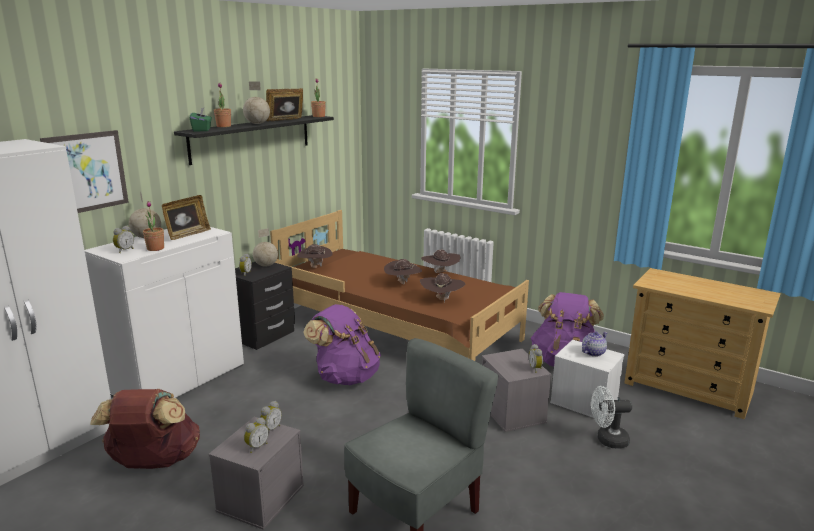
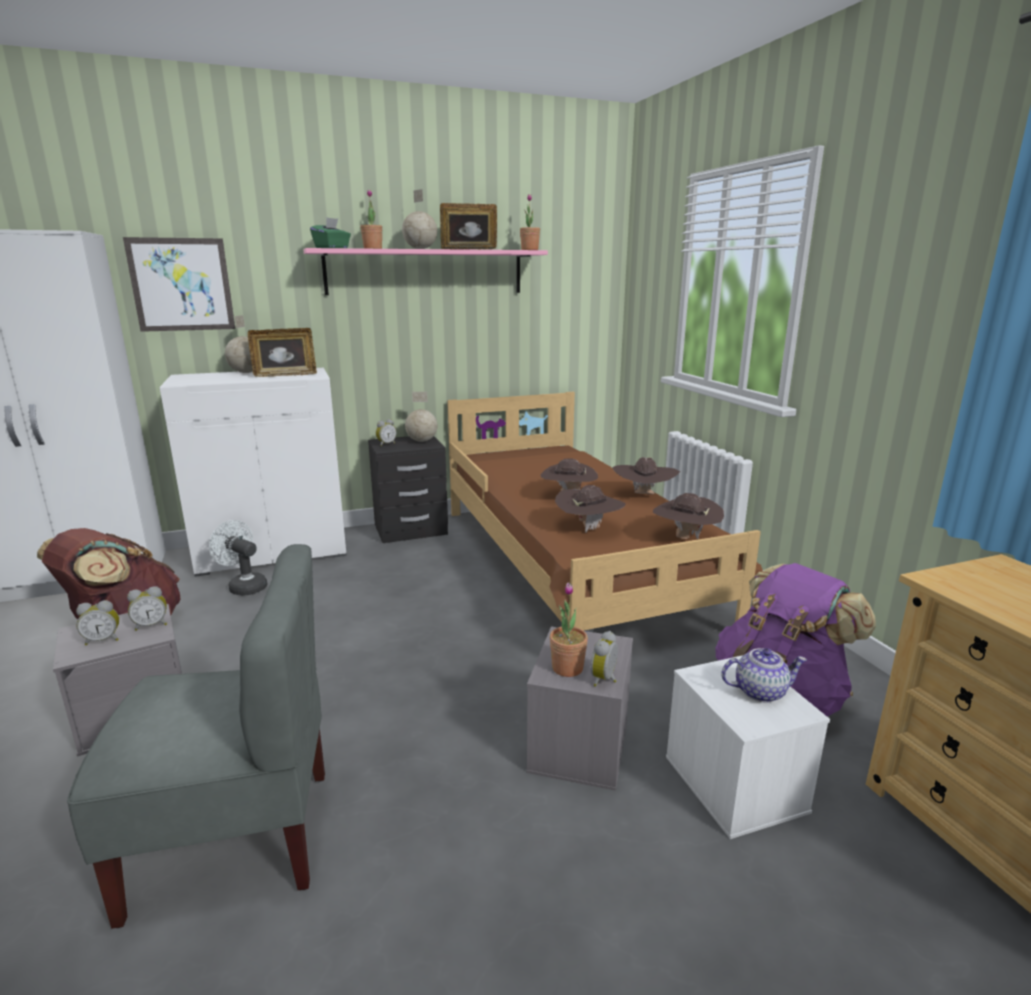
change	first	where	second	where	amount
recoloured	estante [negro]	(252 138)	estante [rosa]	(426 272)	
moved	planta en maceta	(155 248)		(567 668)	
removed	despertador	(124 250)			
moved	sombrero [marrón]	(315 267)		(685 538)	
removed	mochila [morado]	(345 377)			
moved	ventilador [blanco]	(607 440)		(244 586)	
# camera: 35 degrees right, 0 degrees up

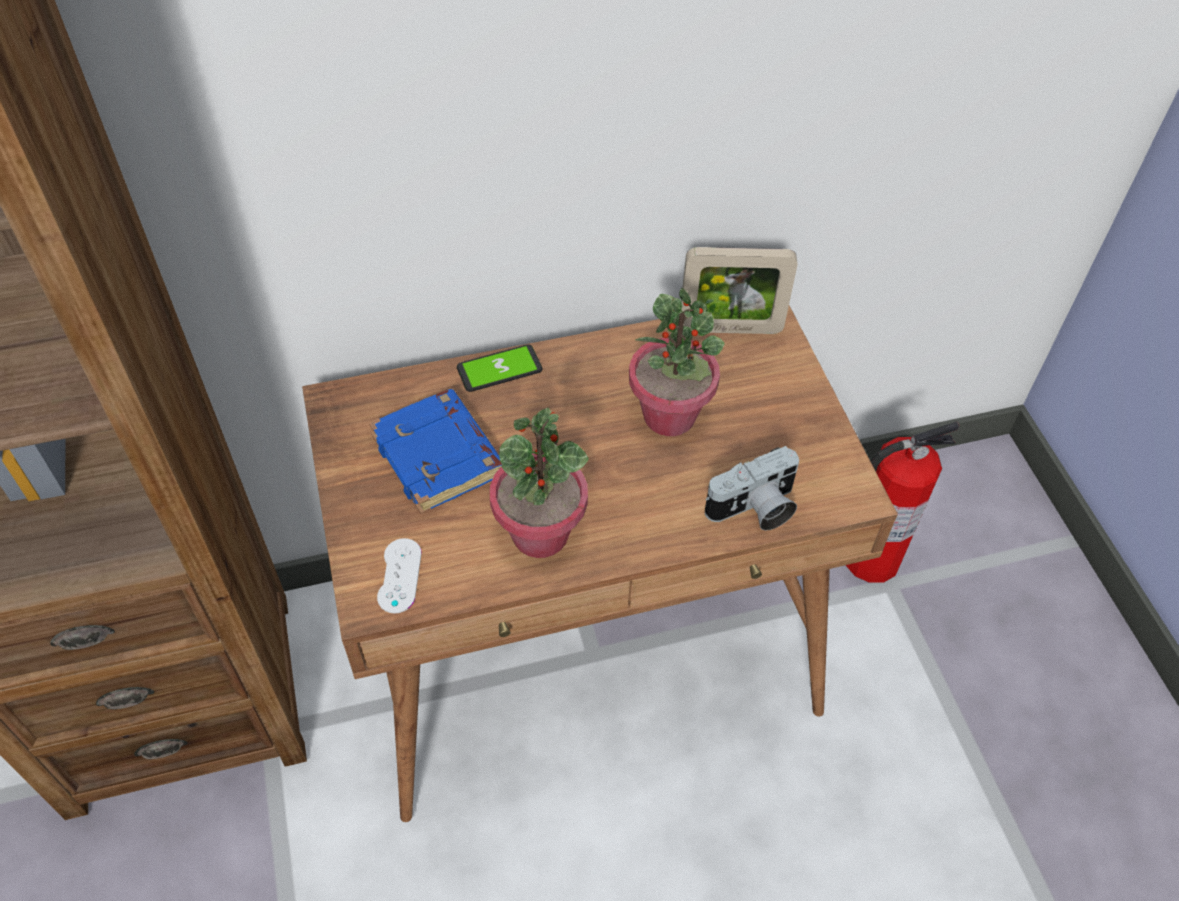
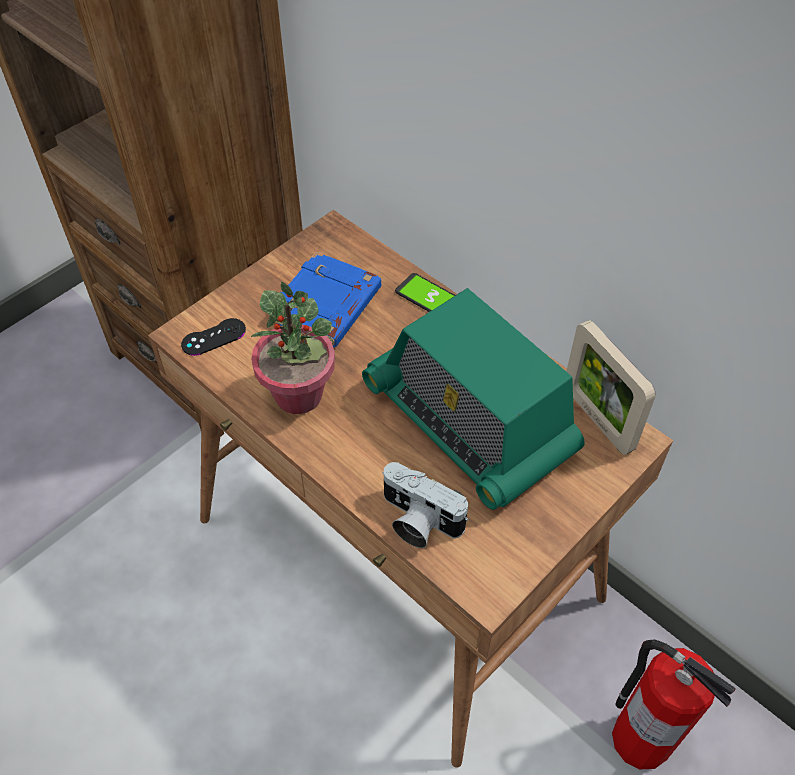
change	first	where	second	where	amount
replaced	planta en maceta	(670 416)	radio	(469 421)	
recoloured	mando de consola [blanco]	(399 575)	mando de consola [negro]	(213 337)	
# camera: 60 degrees right, 0 degrees up

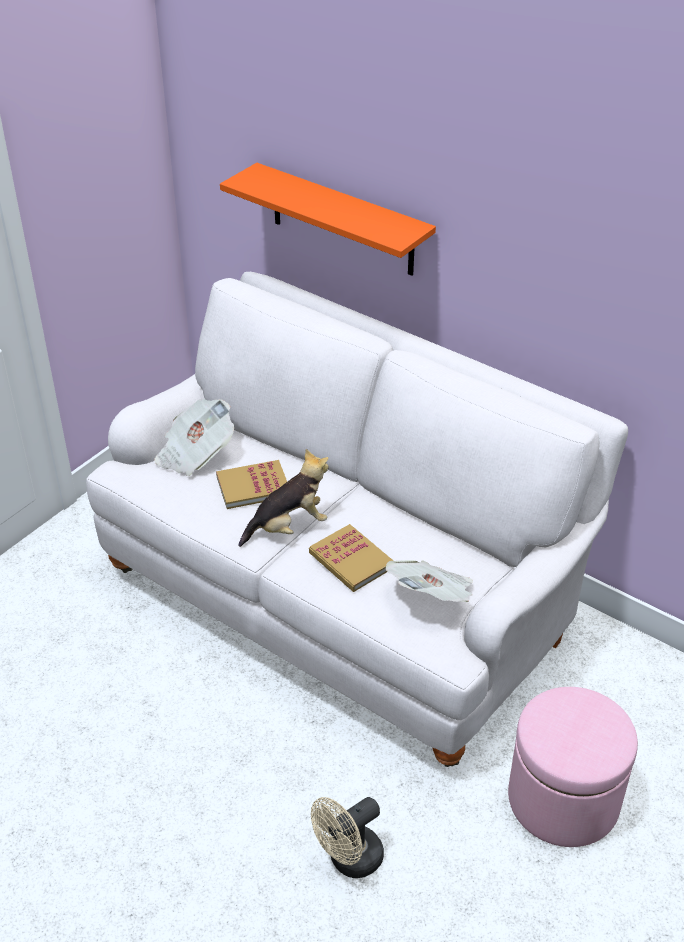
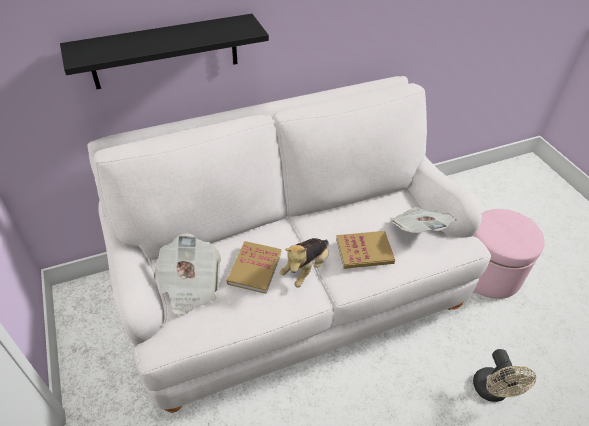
change	first	where	second	where	amount
recoloured	estante [naranja]	(342 220)	estante [negro]	(165 52)	
turned	peluche	(288 527)		(306 268)	150 degrees counterclockwise
# camera: 60 degrees left, 5 degrees up

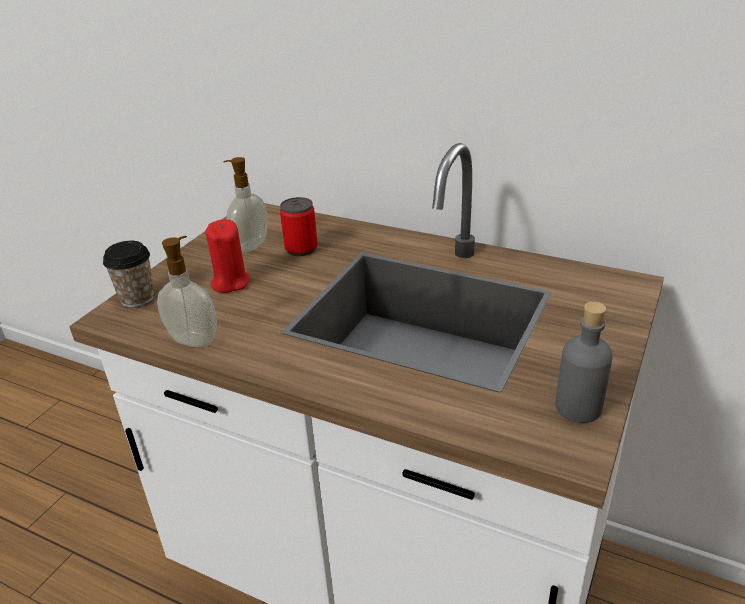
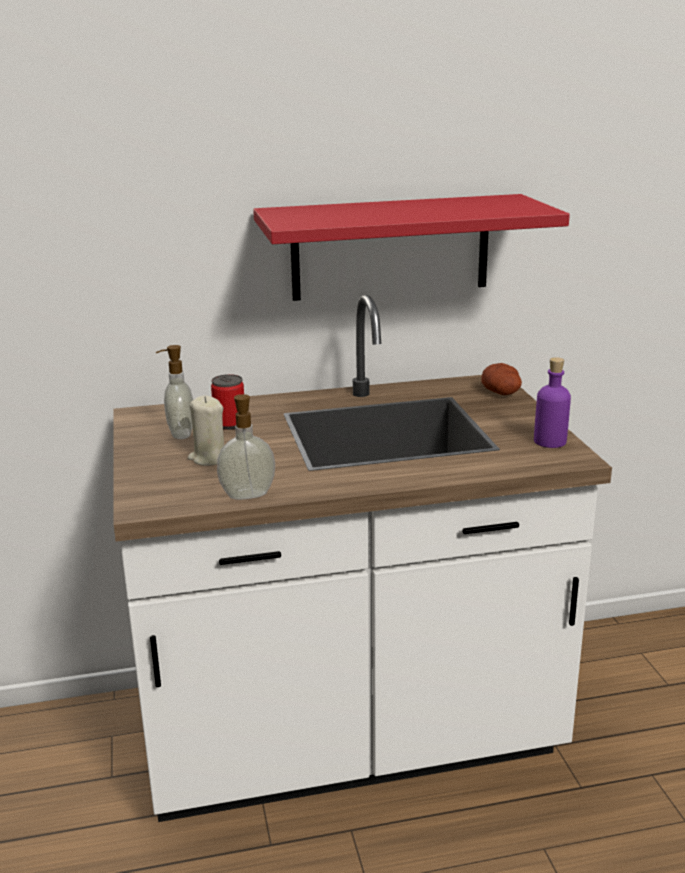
change	first	where	second	where	amount
recoloured	vela [rojo]	(230 282)	vela [beis]	(209 458)	
removed	taza	(137 298)			
recoloured	botella [gris]	(578 407)	botella [morado]	(550 441)	
added			estante [rojo]	(390 247)	
added			patata	(502 393)	
# camera: 40 degrees left, 10 degrees down

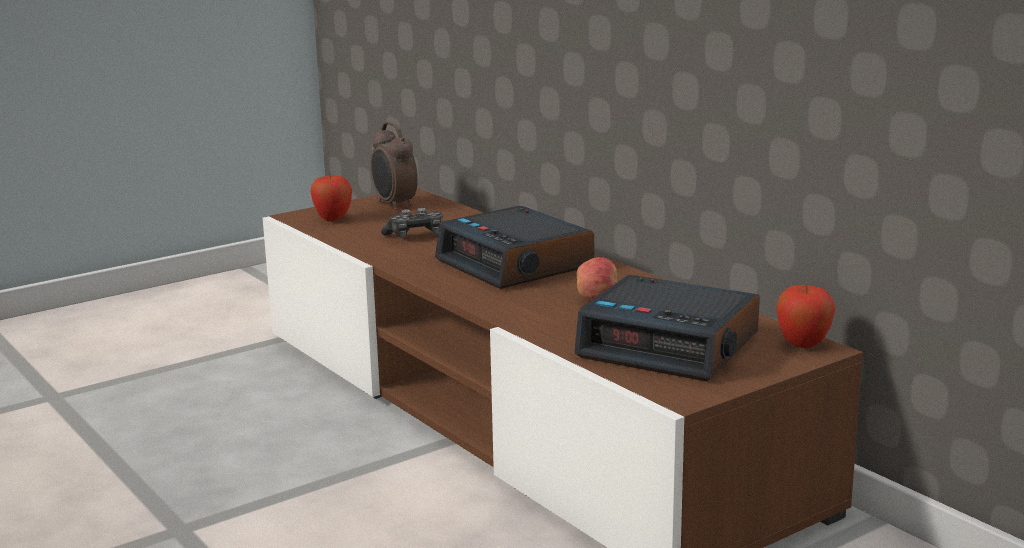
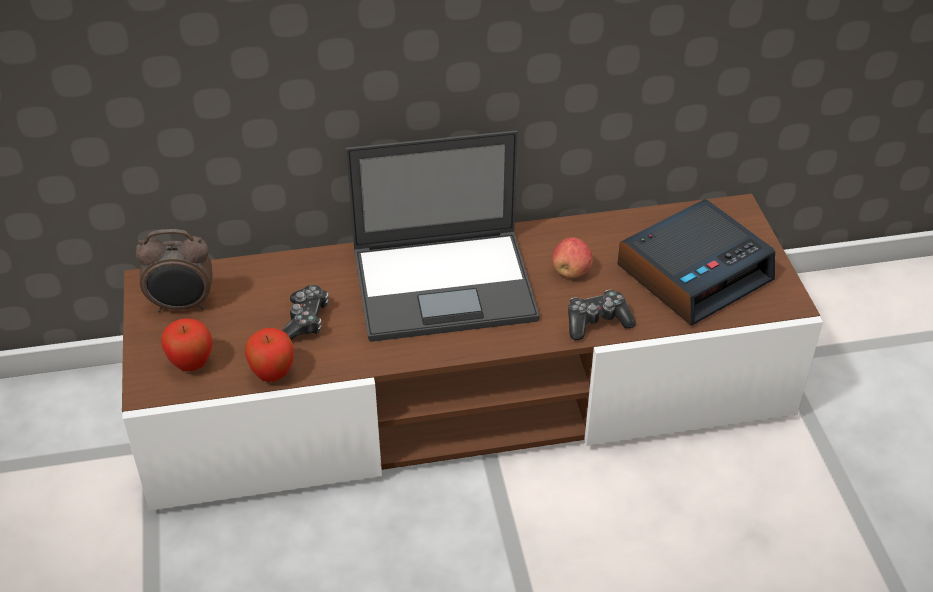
change	first	where	second	where	amount
replaced	despertador	(516 264)	portátil	(446 284)	
moved	manzana	(803 345)		(273 374)	
added			mando de consola	(597 322)	
# camera: 65 degrees left, 25 degrees up

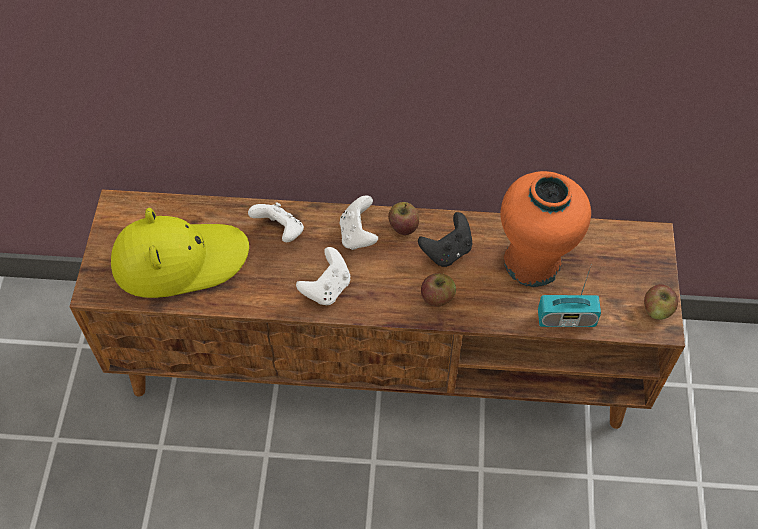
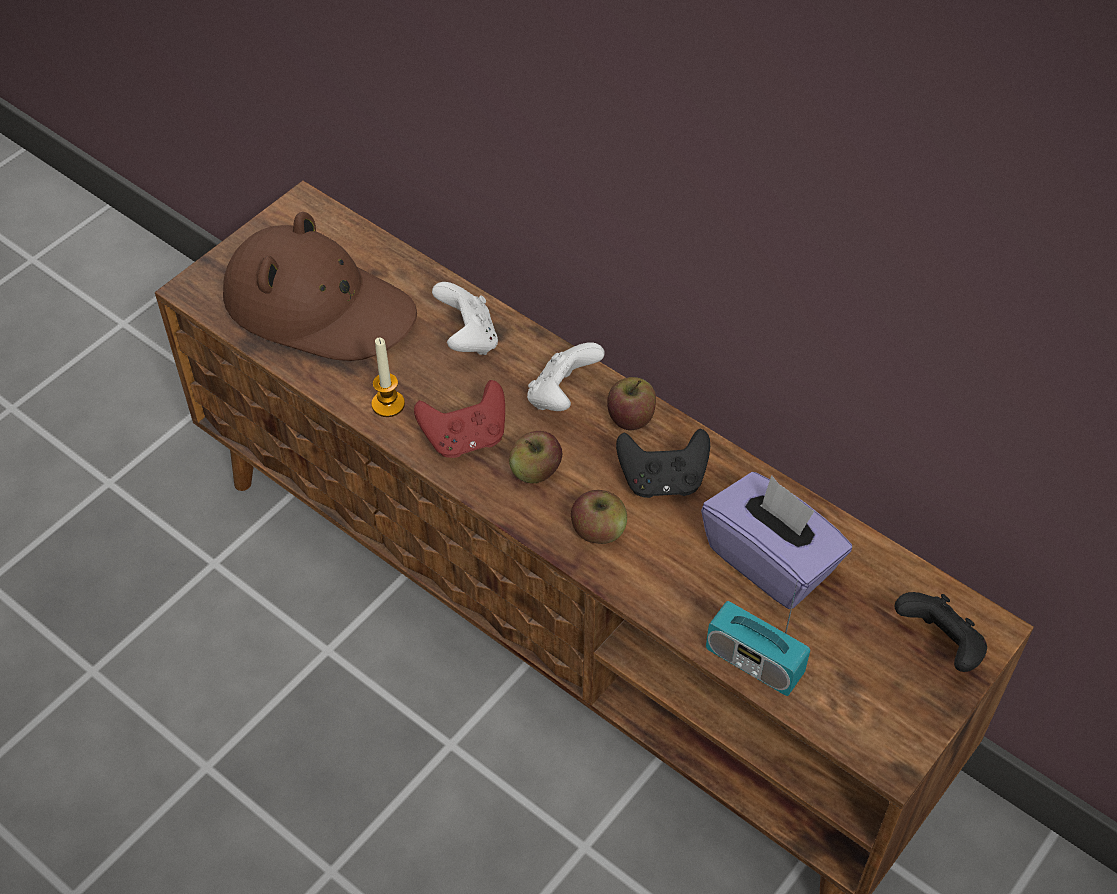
change	first	where	second	where	amount
replaced	florero [naranja]	(532 262)	caja de pañuelos [morado]	(771 560)	
recoloured	sombrero [amarillo]	(179 260)	sombrero [marrón]	(319 307)	
recoloured	mando de consola [blanco]	(327 288)	mando de consola [rojo]	(465 438)	
moved	manzana	(657 309)		(536 471)	
added			vela	(388 404)	
added			mando de consola [negro]	(939 645)	
# camera: 35 degrees right, 5 degrees down

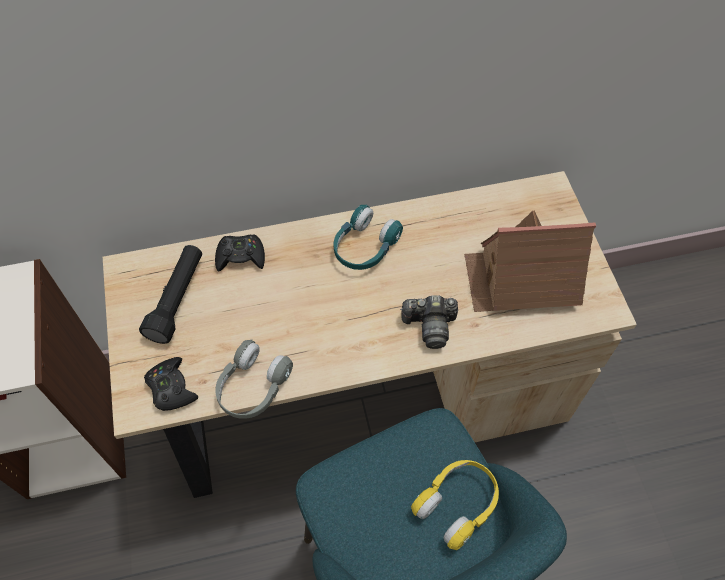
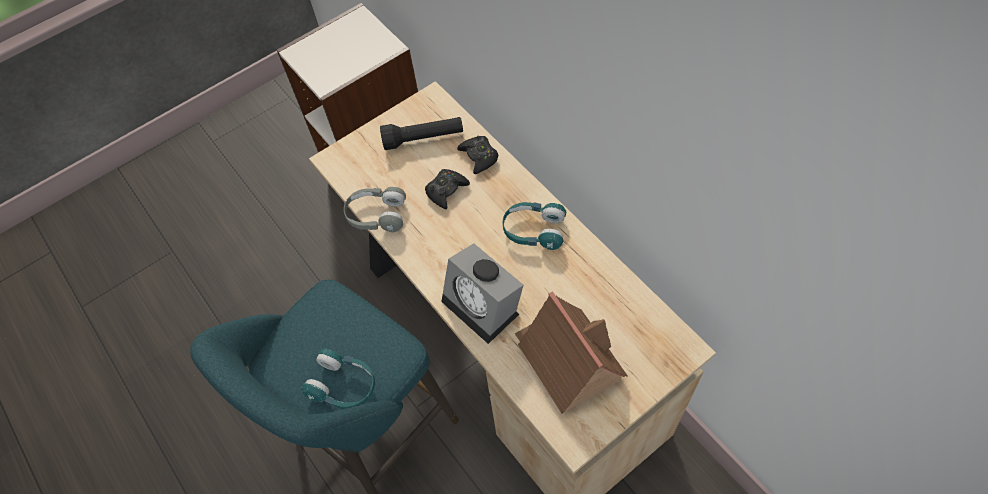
change	first	where	second	where	amount
replaced	cámara	(430 326)	despertador	(484 306)	
moved	mando de consola [negro]	(171 388)		(446 191)	
recoloured	auriculares [amarillo]	(457 504)	auriculares [turquesa]	(343 386)	
# camera: 70 degrees right, 0 degrees up

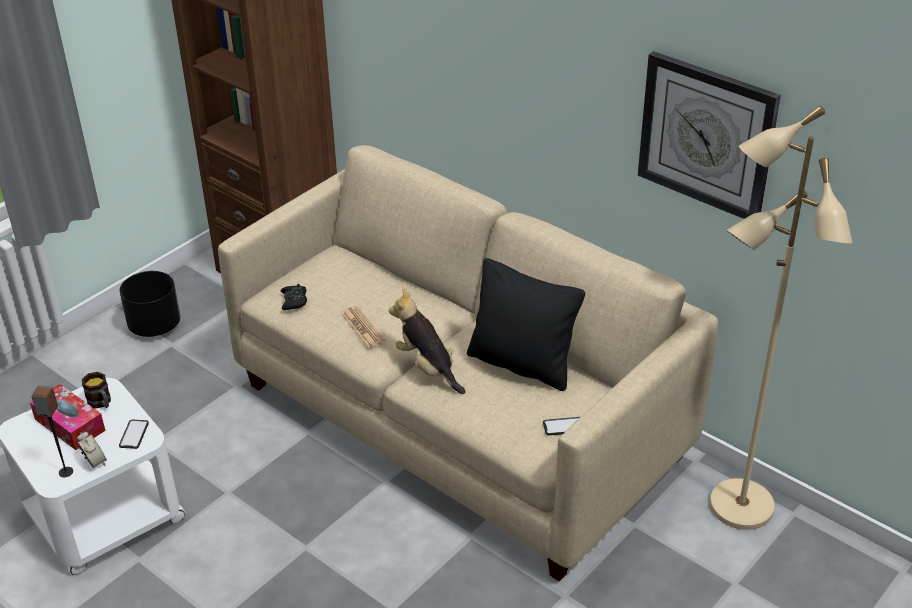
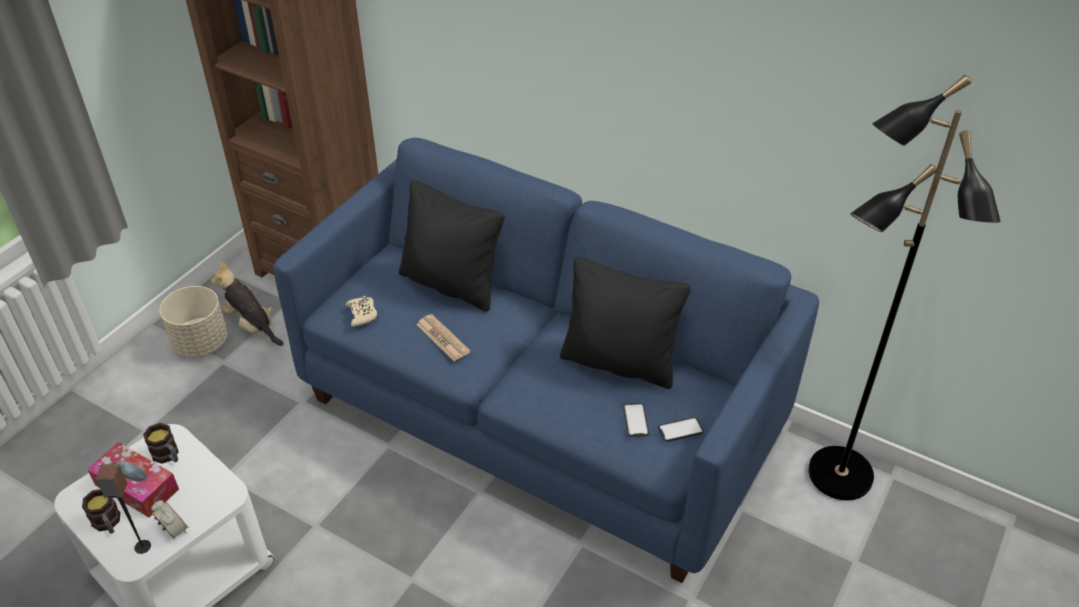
change	first	where	second	where	amount
removed	reloj de pared	(707 136)			
recoloured	lámpara de pie [beis]	(739 507)	lámpara de pie [negro]	(839 476)	
recoloured	sofá [beis]	(459 420)	sofá [azul]	(541 413)	
recoloured	maceta [negro]	(155 326)	maceta [beis]	(201 342)	
recoloured	mando de consola [negro]	(294 301)	mando de consola [beis]	(362 314)	
moved	peluche	(428 367)		(252 325)	
moved	móvil	(134 434)		(635 420)	
added			cojín [negro]	(451 284)	
added			taza grande	(108 524)	
# camera: 10 degrees left, 5 degrees up

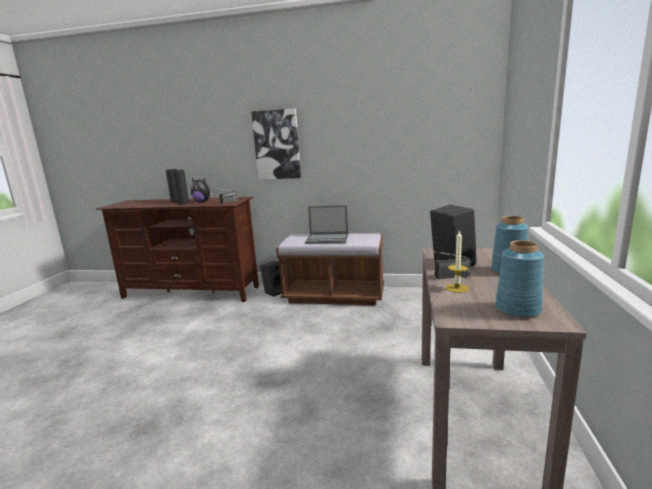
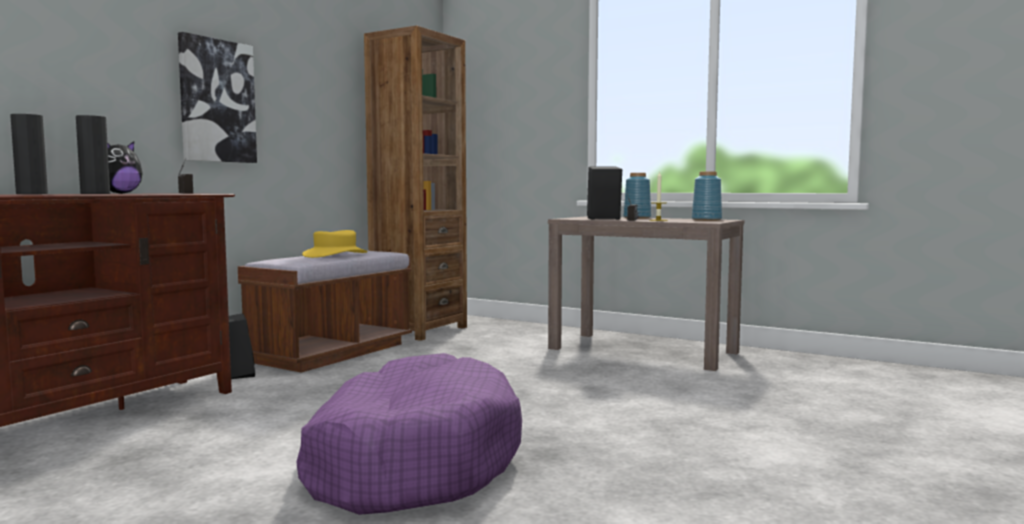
change	first	where	second	where	amount
replaced	portátil	(327 239)	sombrero [amarillo]	(335 255)	
added			estantería [marrón]	(419 330)	
added			cama para perro [morado]	(410 461)	
# camera: 70 degrees left, 10 degrees down

